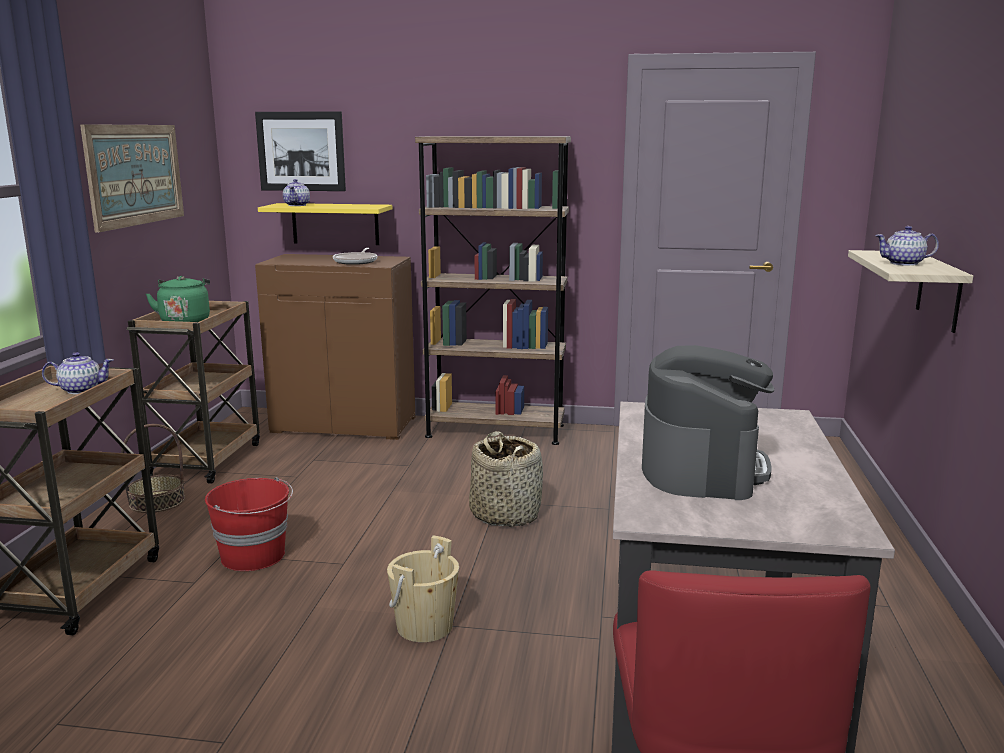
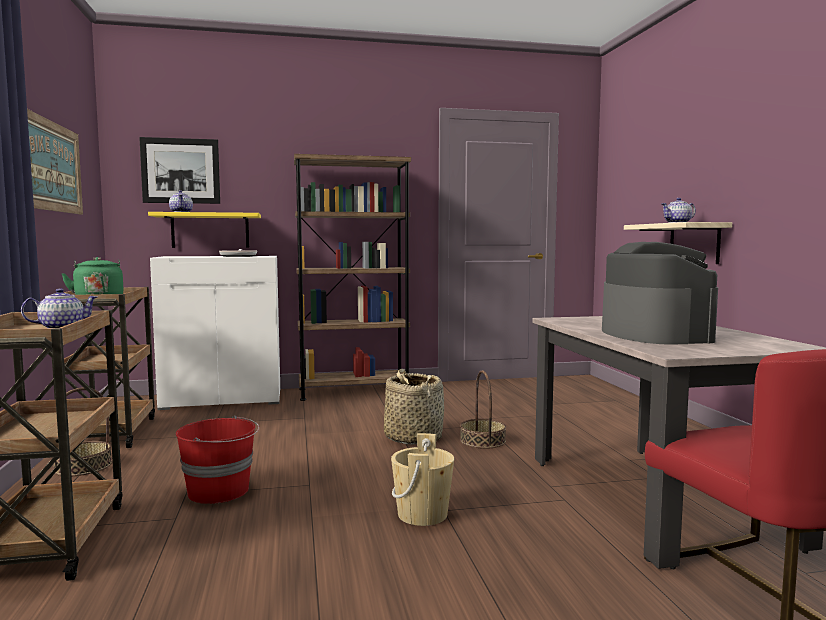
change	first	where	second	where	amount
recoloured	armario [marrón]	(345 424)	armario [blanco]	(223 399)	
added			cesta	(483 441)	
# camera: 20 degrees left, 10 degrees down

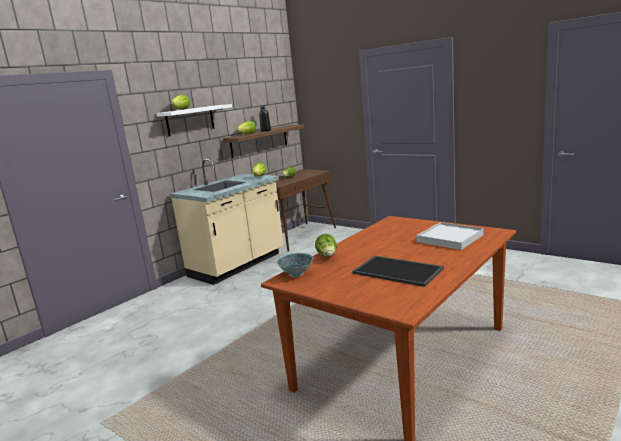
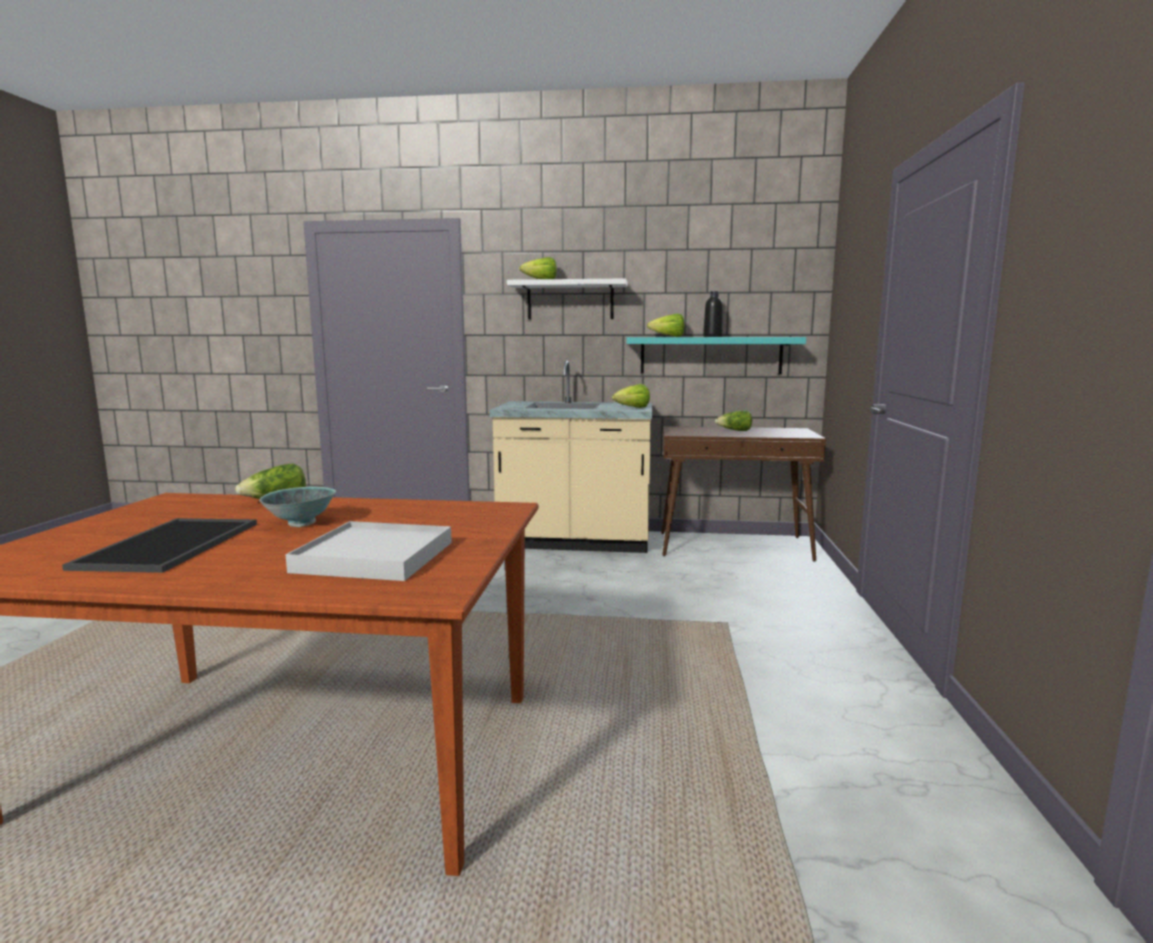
change	first	where	second	where	amount
recoloured	estante [marrón]	(259 141)	estante [turquesa]	(710 355)	
moved	cuenco	(296 274)		(301 523)	
# camera: 55 degrees right, 5 degrees down

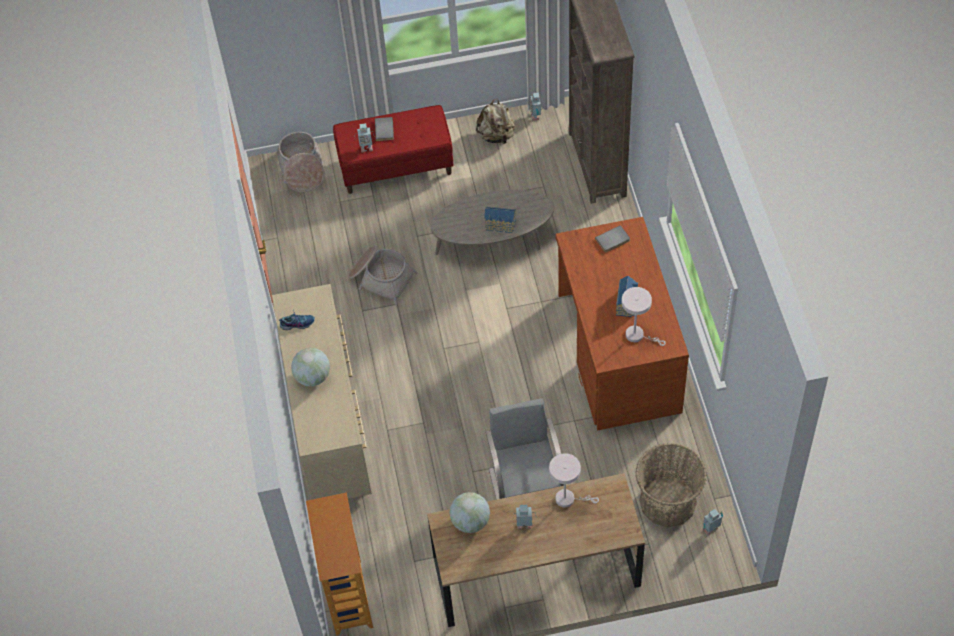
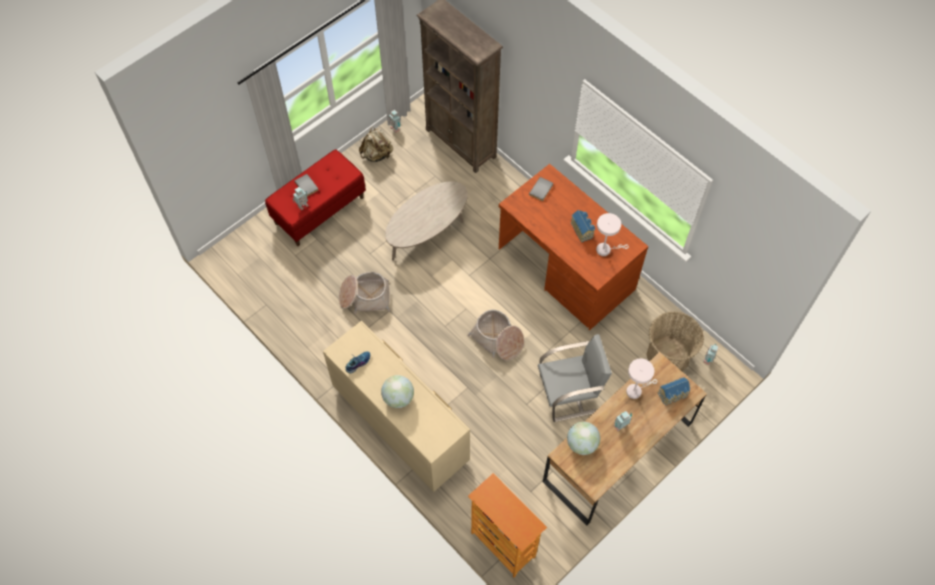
change	first	where	second	where	amount
moved	cesta	(302 169)		(497 339)	
moved	casita	(500 225)		(673 394)	
turned	silla [gris]	(526 484)		(569 394)	120 degrees clockwise
# camera: 35 degrees left, 5 degrees up

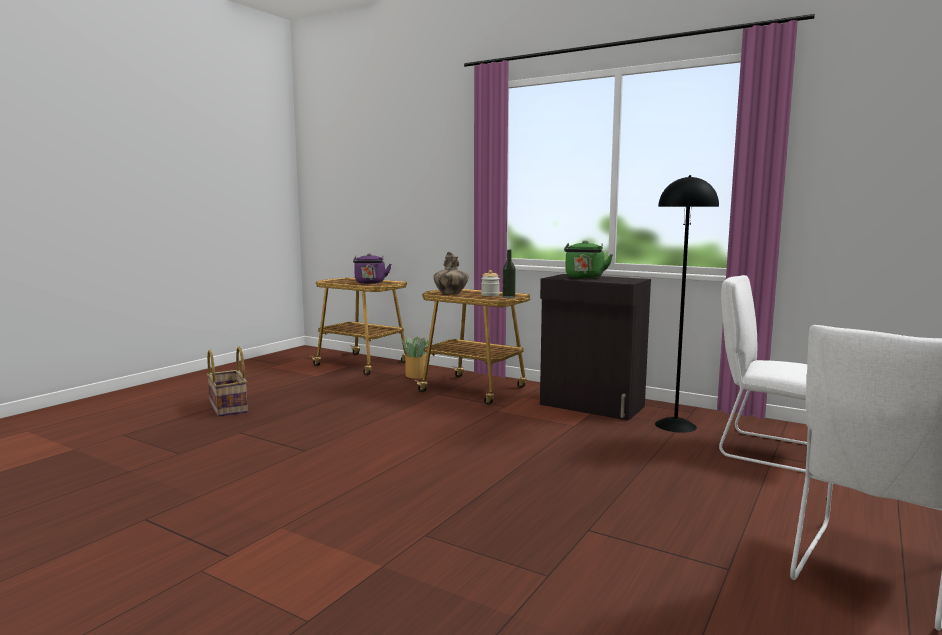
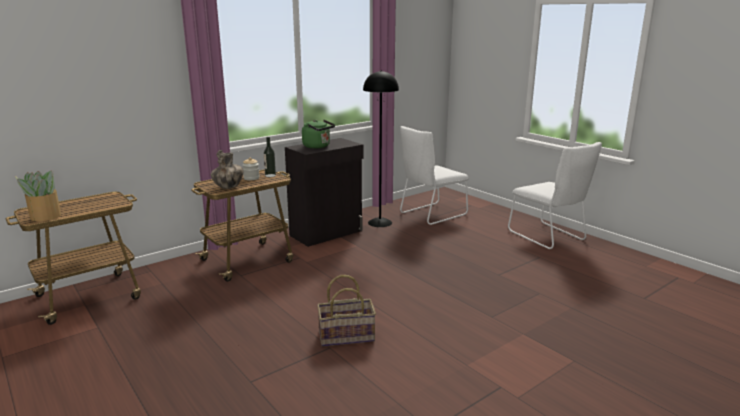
change	first	where	second	where	amount
removed	hervidor [morado]	(370 283)			
moved	planta en maceta	(416 375)		(45 216)	
moved	cesta	(229 407)		(346 335)	
# camera: 70 degrees left, 10 degrees up

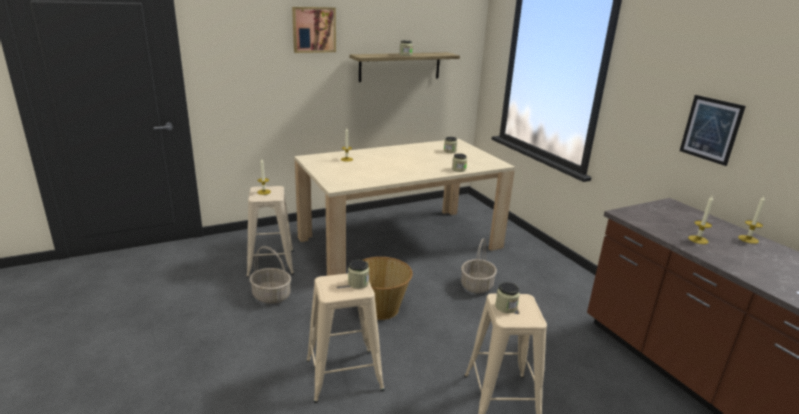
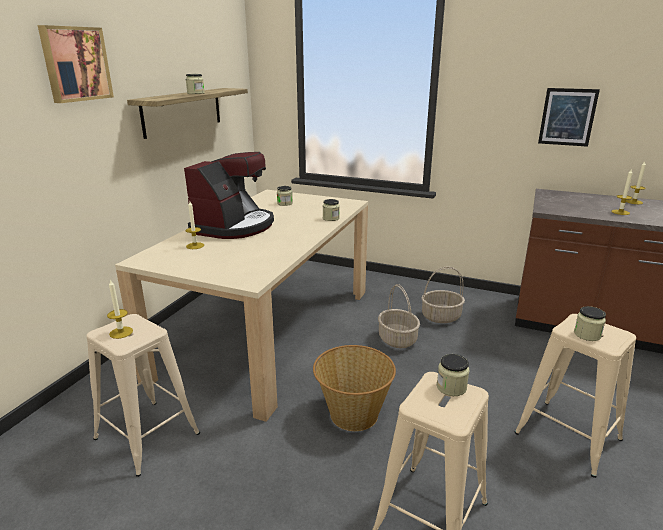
change	first	where	second	where	amount
moved	cesta	(272 296)		(441 316)	
added			cafetera	(234 226)	
# camera: 40 degrees left, 0 degrees up

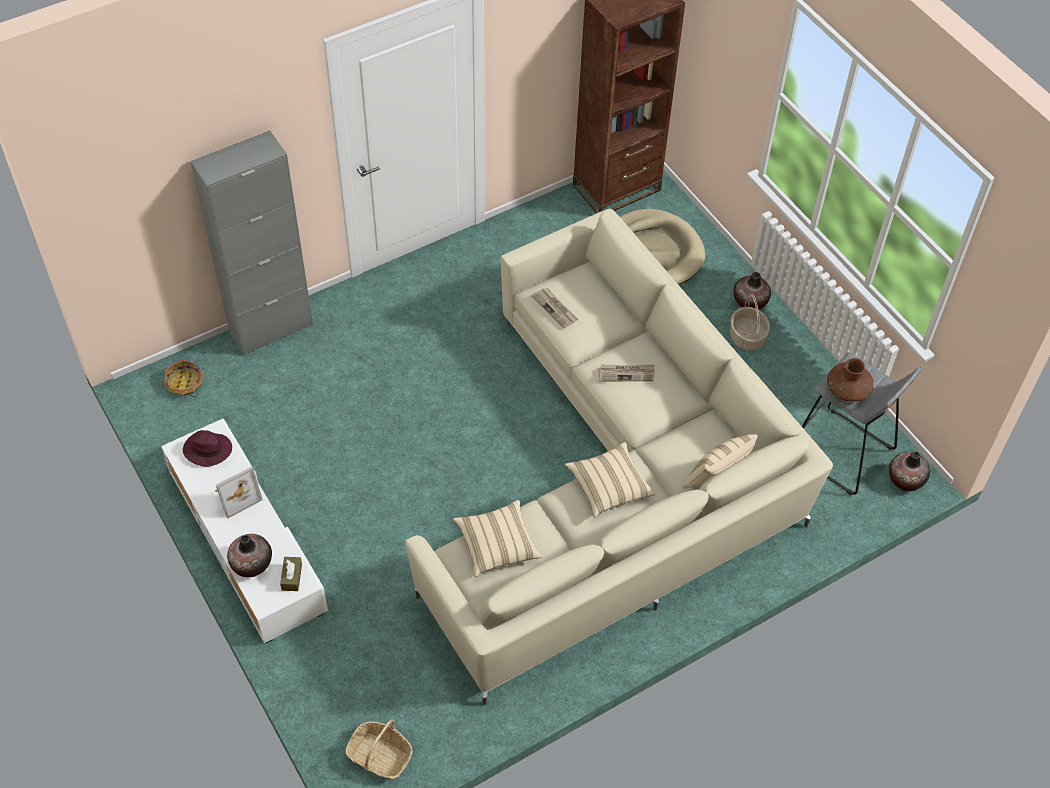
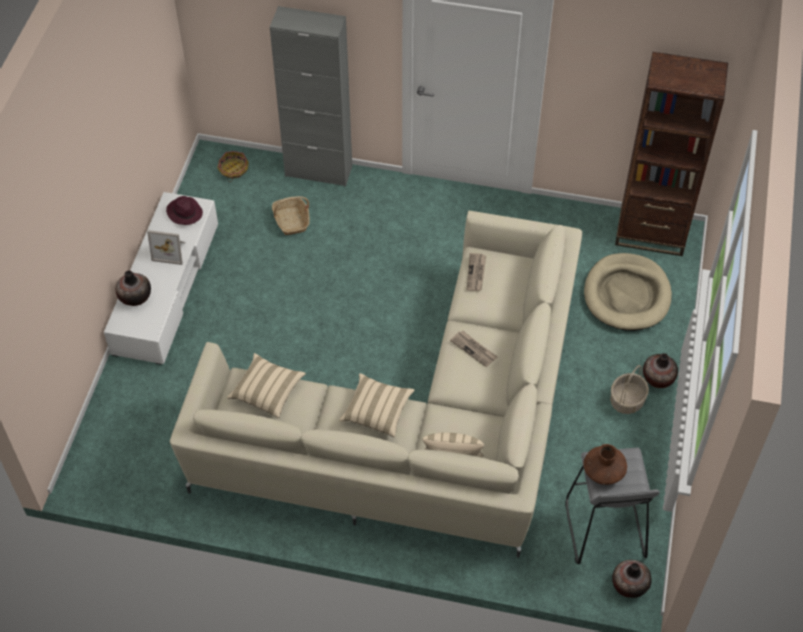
change	first	where	second	where	amount
removed	caja de pañuelos [marrón]	(292 577)			
moved	cesta	(380 755)		(291 221)	
# camera: 45 degrees right, 0 degrees up

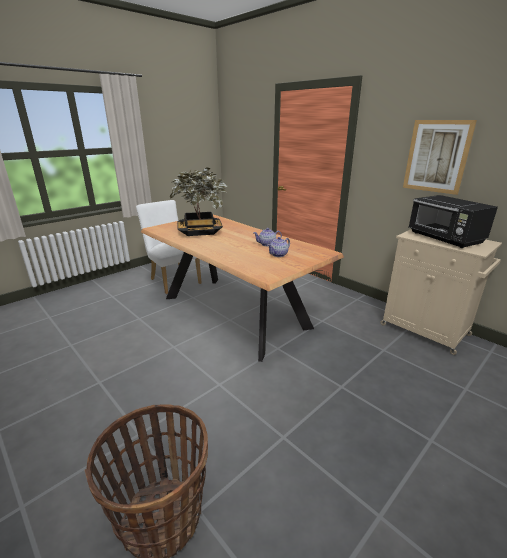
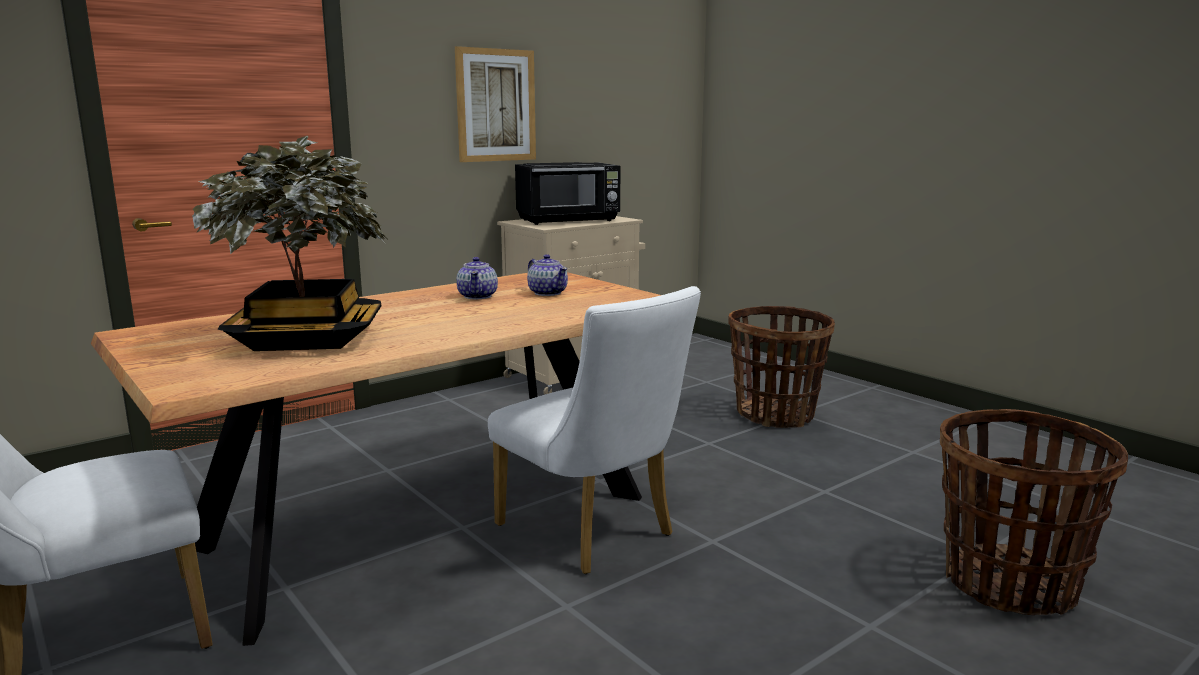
change	first	where	second	where	amount
added			silla [blanco]	(593 534)	
added			cesta	(775 415)	
# camera: 85 degrees left, 10 degrees down

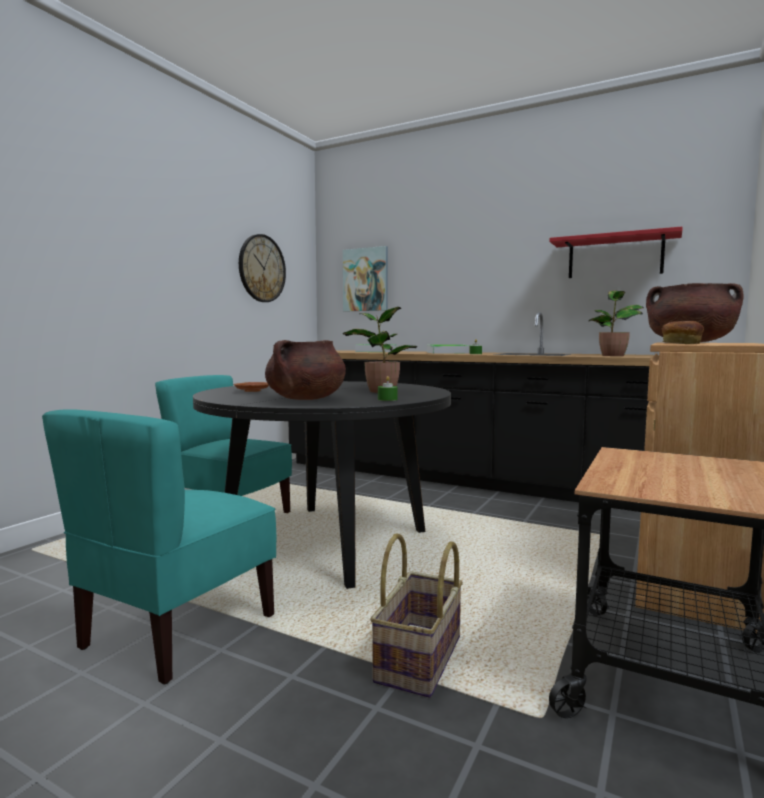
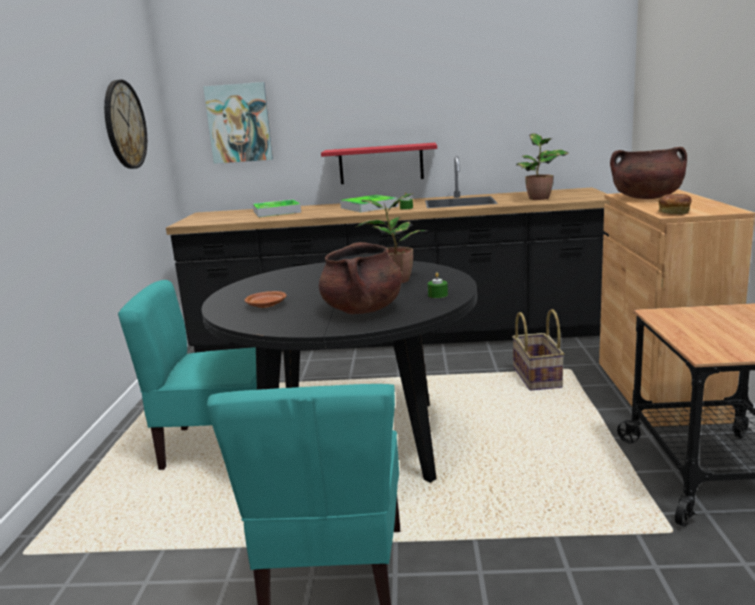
change	first	where	second	where	amount
moved	estante [rojo]	(615 257)		(381 164)	
moved	cesta	(420 659)		(538 378)	
# camera: 25 degrees left, 10 degrees up

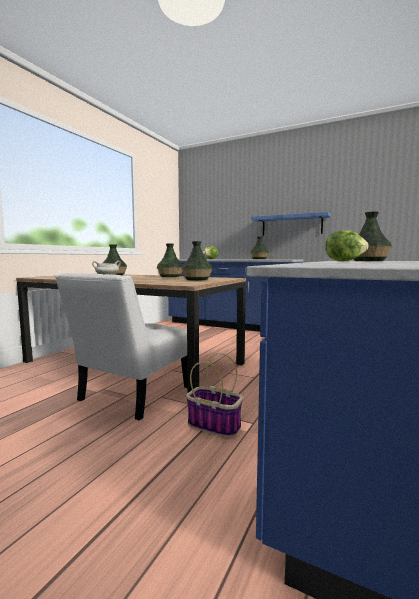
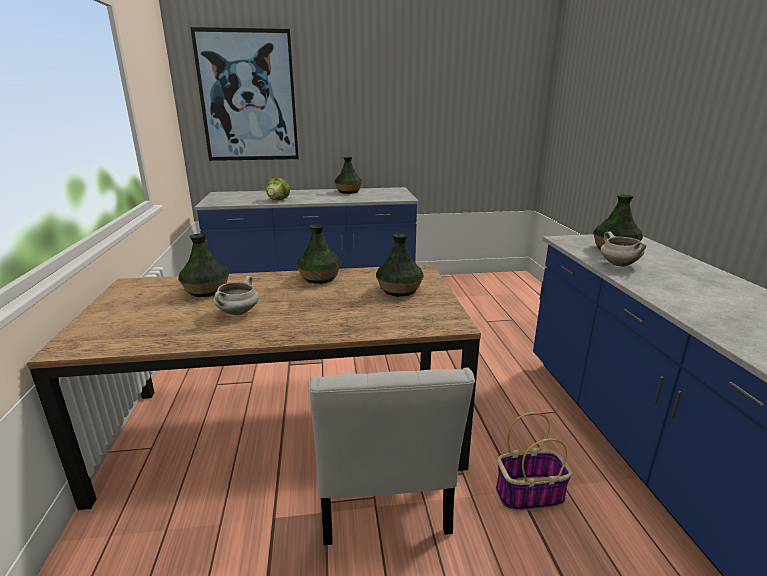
change	first	where	second	where	amount
removed	estante [azul]	(291 225)			
replaced	lechuga	(343 261)	olla [blanco]	(618 264)	
added			cuadro	(248 97)	
# camera: 35 degrees left, 15 degrees up

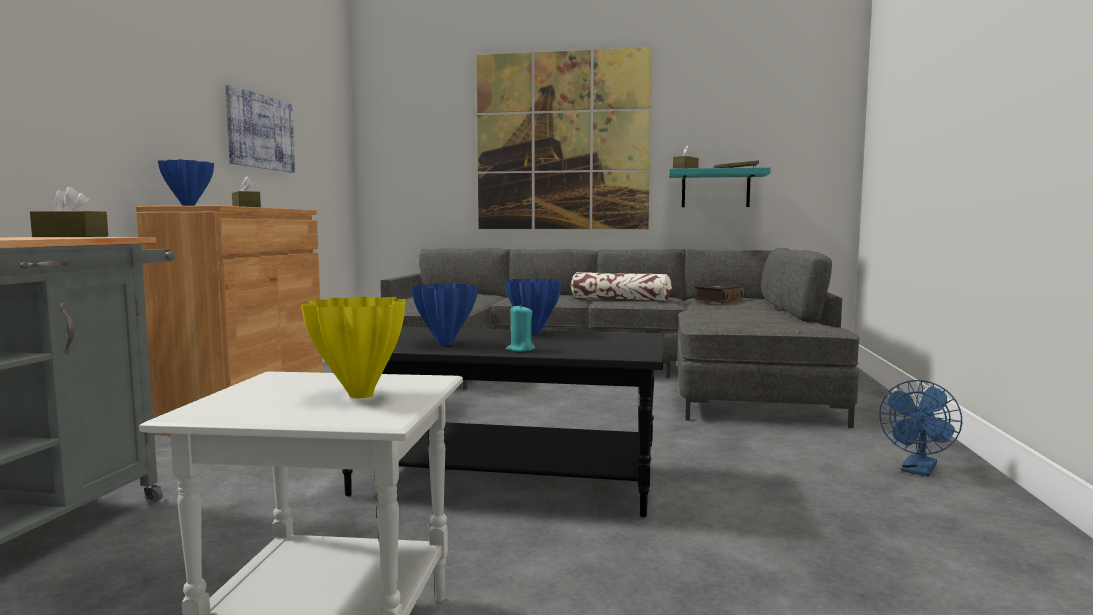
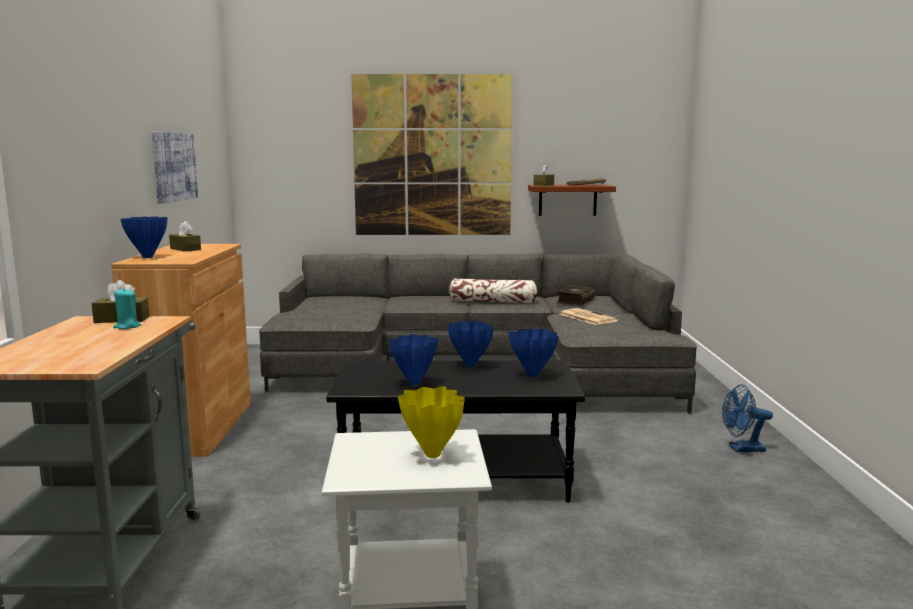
change	first	where	second	where	amount
recoloured	estante [turquesa]	(715 189)	estante [marrón]	(567 200)	
moved	vela [turquesa]	(520 349)		(127 327)	
turned	ventilador [azul]	(918 471)		(741 449)	60 degrees clockwise
added			periódico	(587 317)	
added			florero [azul]	(533 375)	
# camera: 10 degrees left, 5 degrees up

